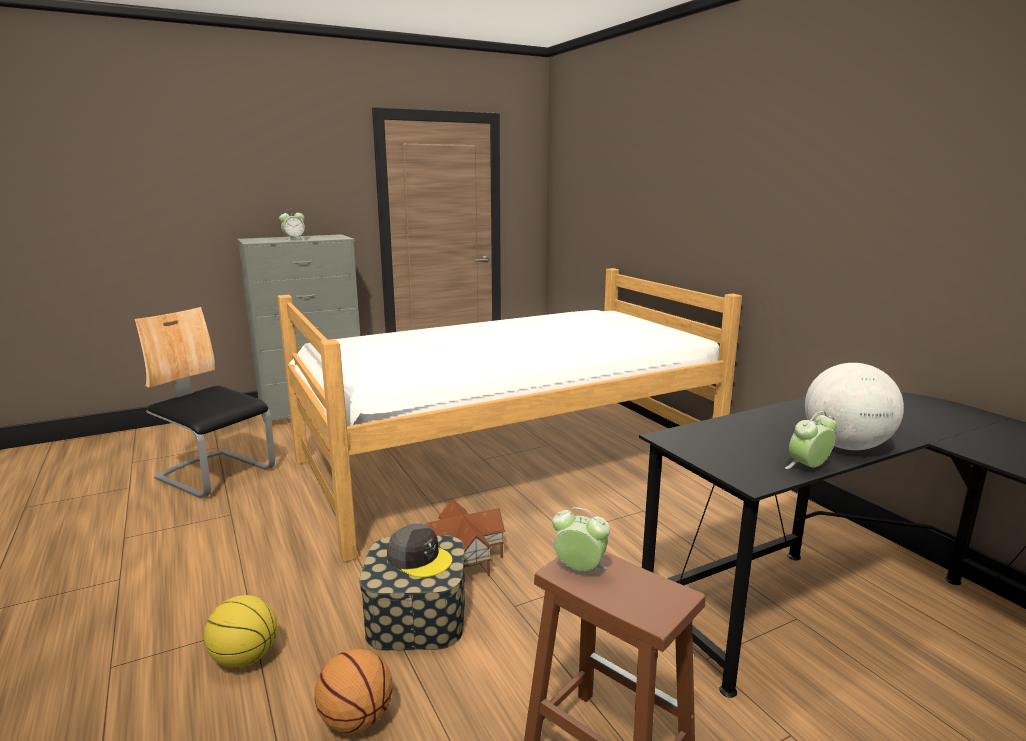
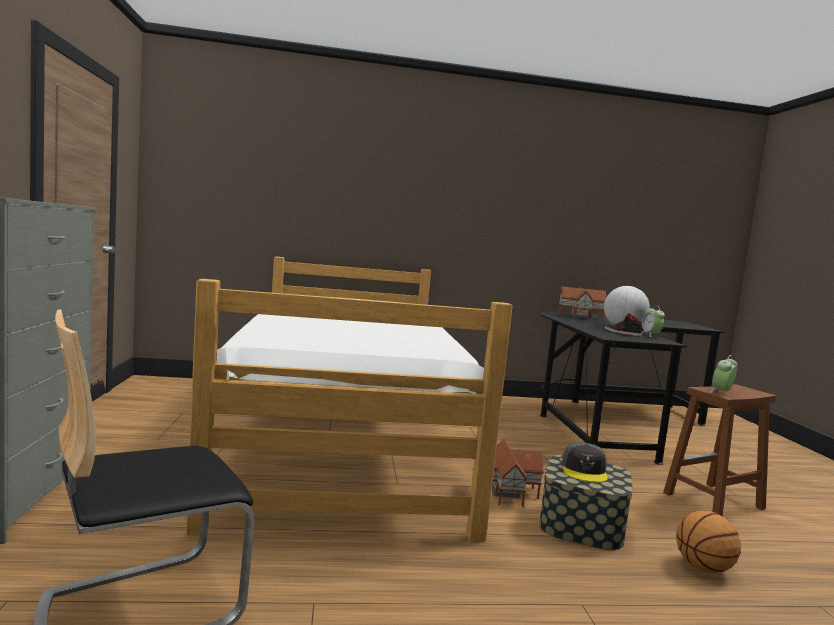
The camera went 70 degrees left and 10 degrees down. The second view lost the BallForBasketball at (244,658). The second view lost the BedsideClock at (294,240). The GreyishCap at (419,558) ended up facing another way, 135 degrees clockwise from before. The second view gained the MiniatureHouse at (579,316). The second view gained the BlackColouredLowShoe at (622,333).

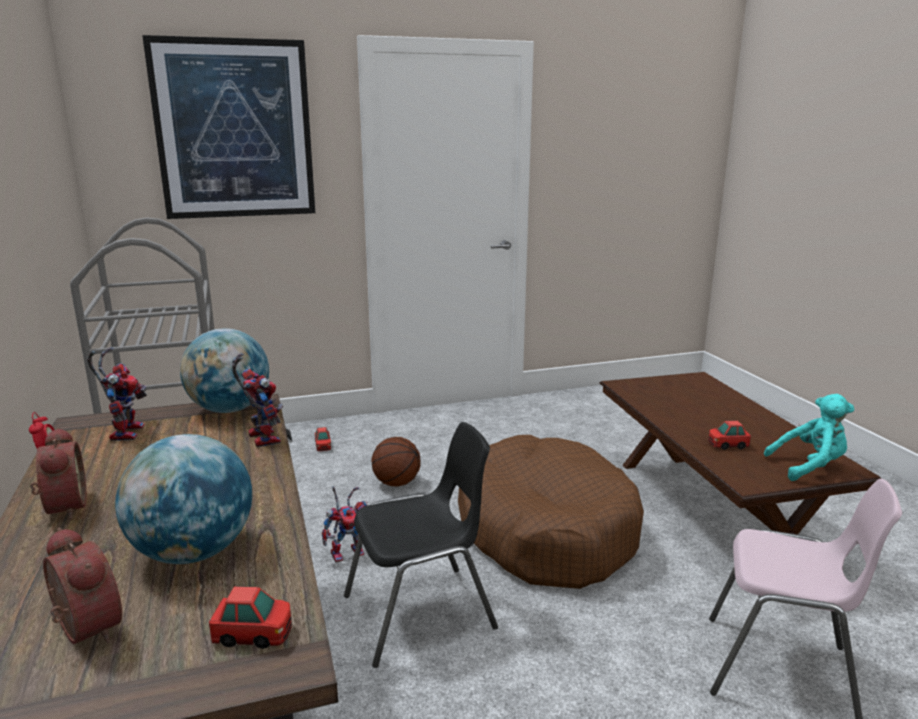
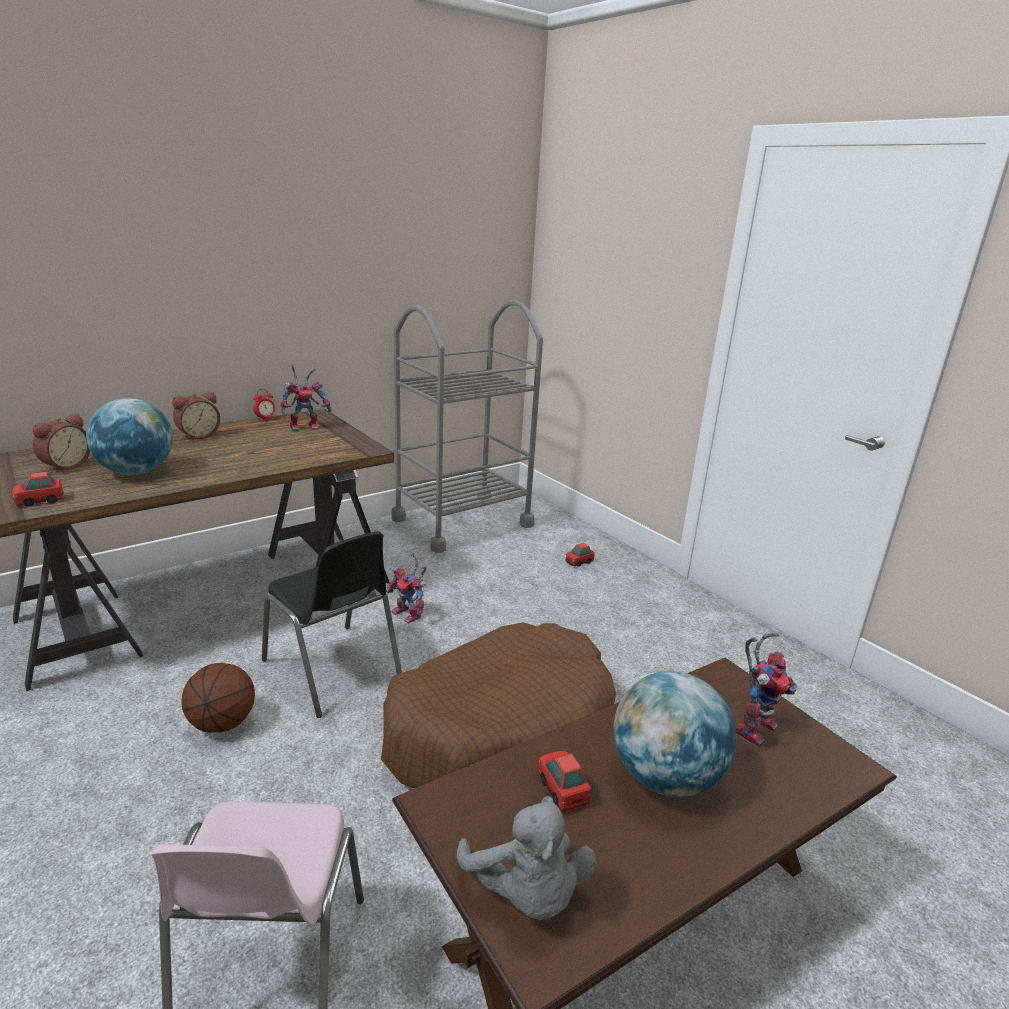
The camera went 70 degrees right and 5 degrees up. The second view lost the WallArt at (234,130). The DeskGlobe ended up elsewhere, having gone from (229,409) to (664,777). The MiniatureCar at (254,635) ended up facing another way, 75 degrees clockwise from before. The ModelRobot ended up elsewhere, having gone from (260,437) to (754,725). The BallForBasketball ended up elsewhere, having gone from (396,483) to (222,723). What was the TurquoisePlushToy at (809,467) turned into the GreyishPlushToy at (526,893).

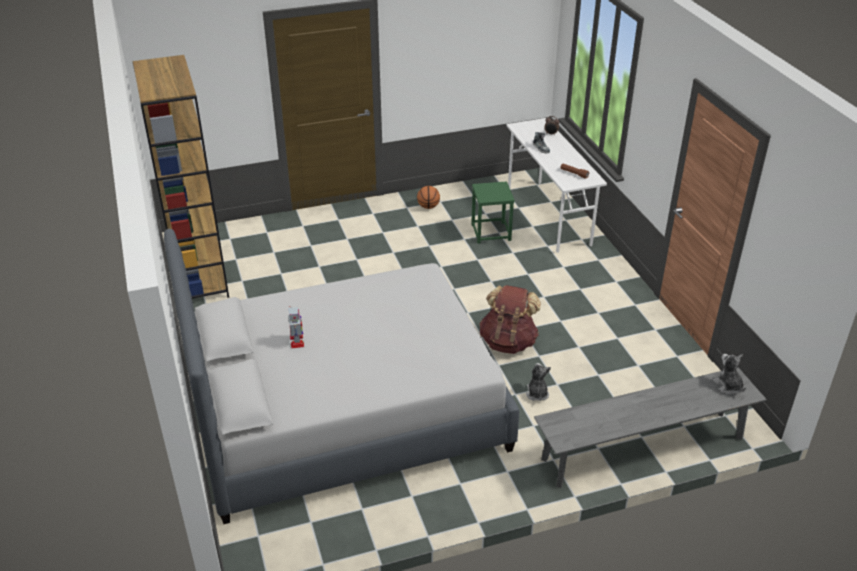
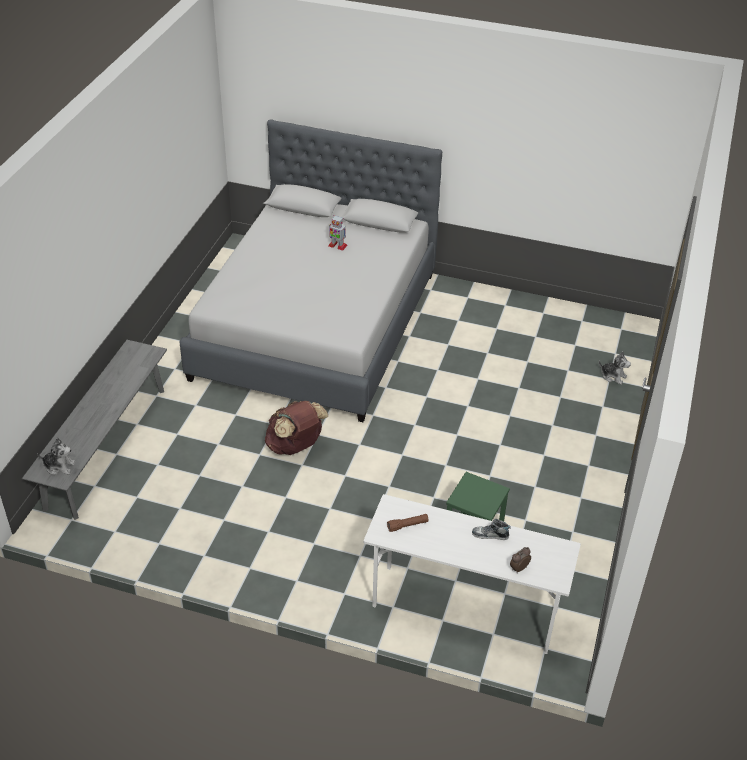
The camera went 125 degrees right and 5 degrees up. The second view lost the BrownishBookcase at (199,275). The second view lost the BallForBasketball at (428,207). The PlushToy ended up elsewhere, having gone from (537,394) to (613,376).

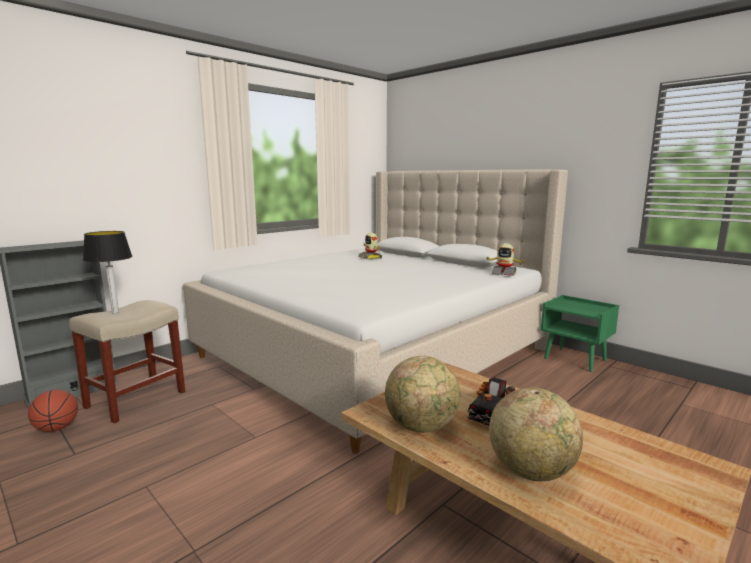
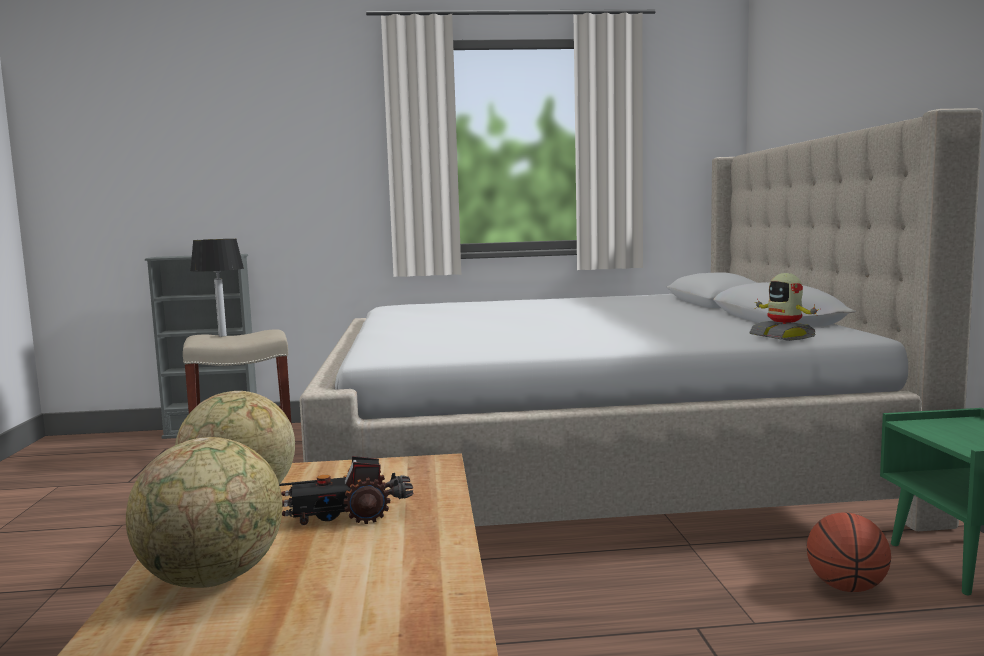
The camera went 40 degrees right and 5 degrees down. The BallForBasketball ended up elsewhere, having gone from (56,428) to (846,587). The second view lost the ModelRobot at (370,258).

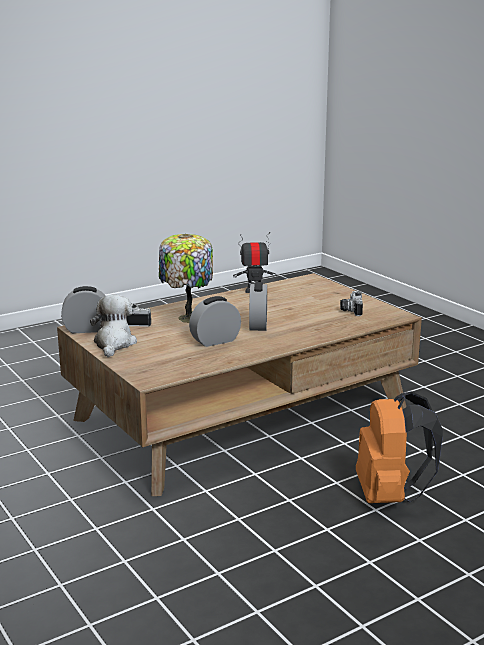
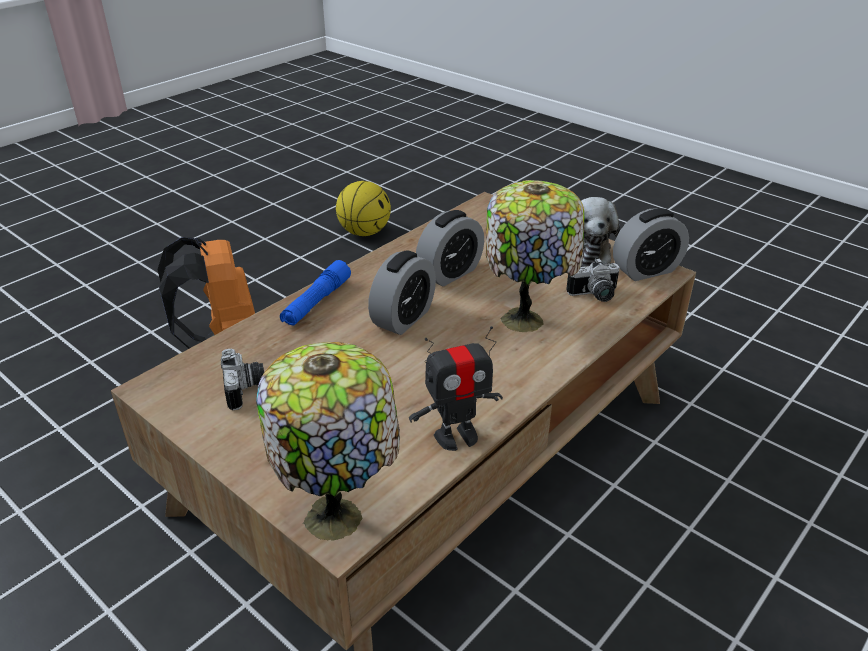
The camera went 165 degrees right and 15 degrees up. The BedsideClock at (258,325) ended up facing another way, 135 degrees counterclockwise from before. The second view gained the TableLamp at (338,516). The second view gained the BlueFlashlight at (316,302). The second view gained the BallForBasketball at (365,232).

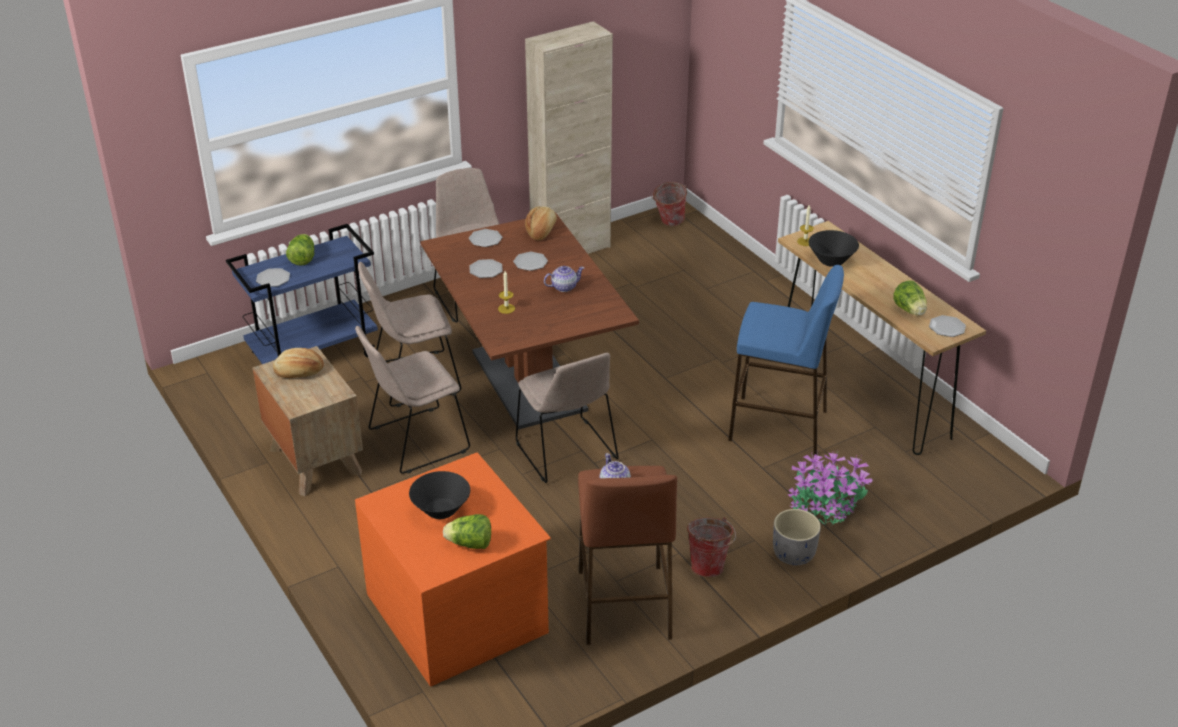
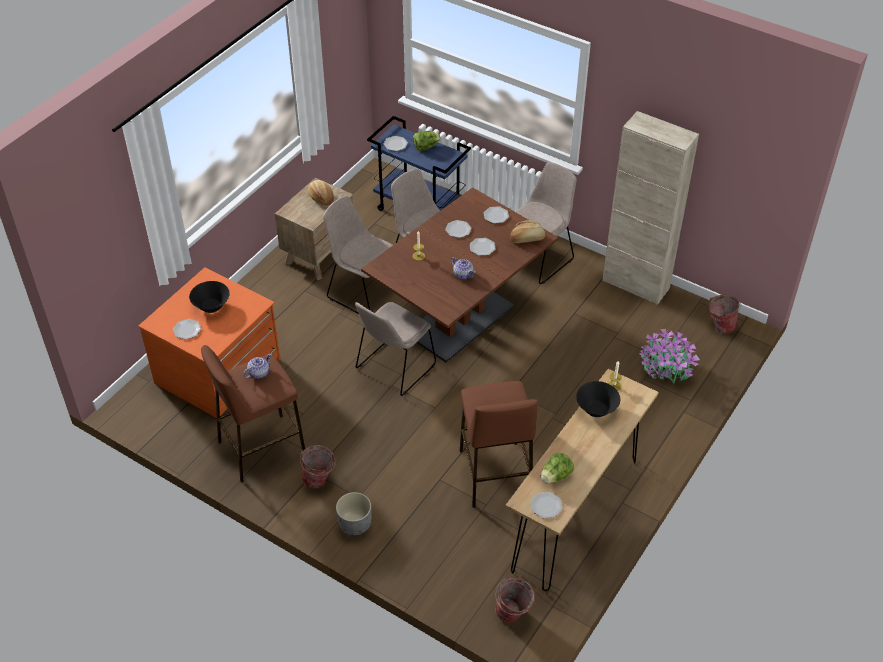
The camera went 65 degrees right and 10 degrees up. Where the Lettuce stood at (470,544), the Plate came to stand at (187,330). What was the BlueStoolSeat at (779,426) turned into the BrownishStoolSeat at (495,475). The PlantInAPot ended up elsewhere, having gone from (826,506) to (666,369). The second view gained the WaterBucket at (513,615).

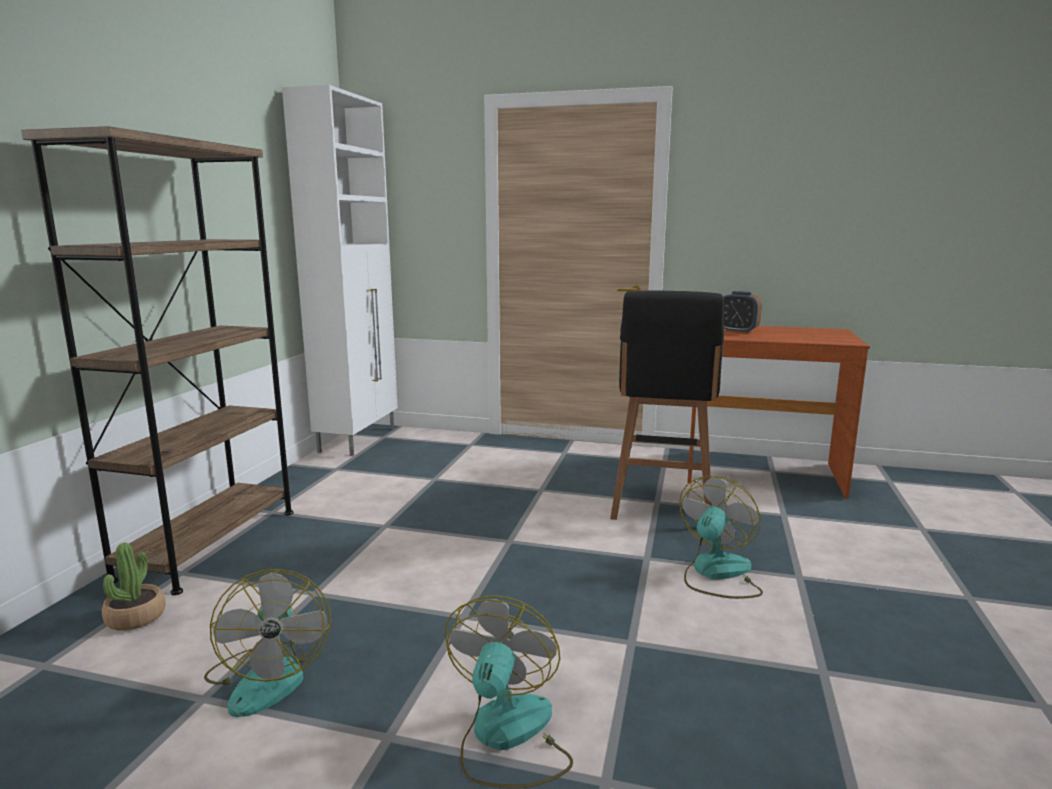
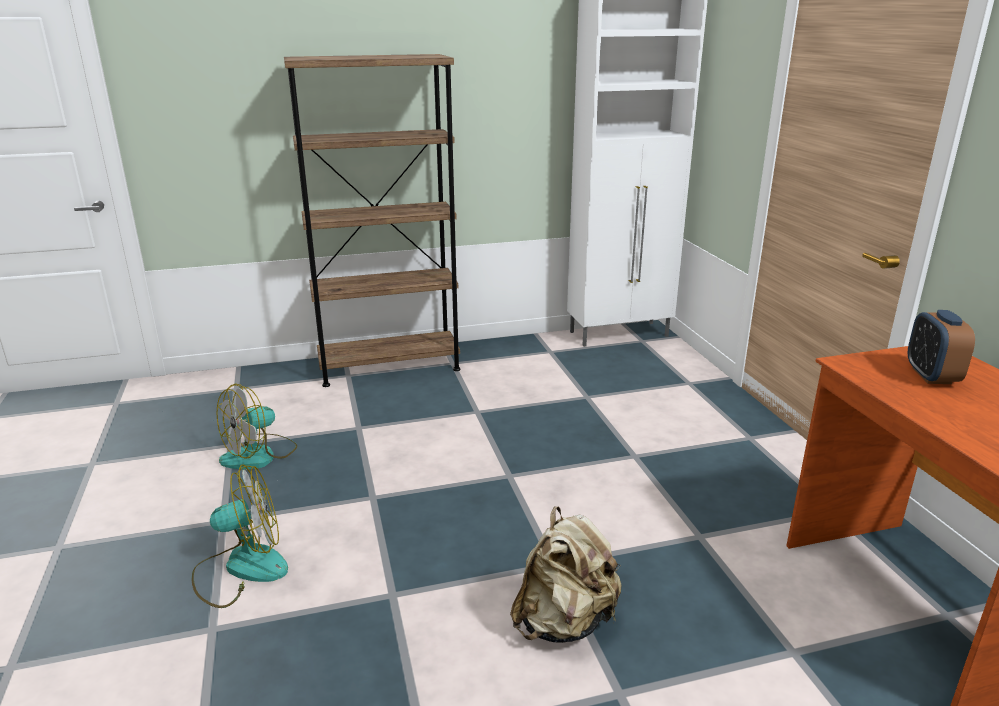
The camera went 60 degrees right and 10 degrees up. The second view lost the PlantInAPot at (135,617). The second view lost the BlackColouredStoolSeat at (661,507). Where the CoolingFan stood at (717,574), the BeigeKnapsack came to stand at (564,622).

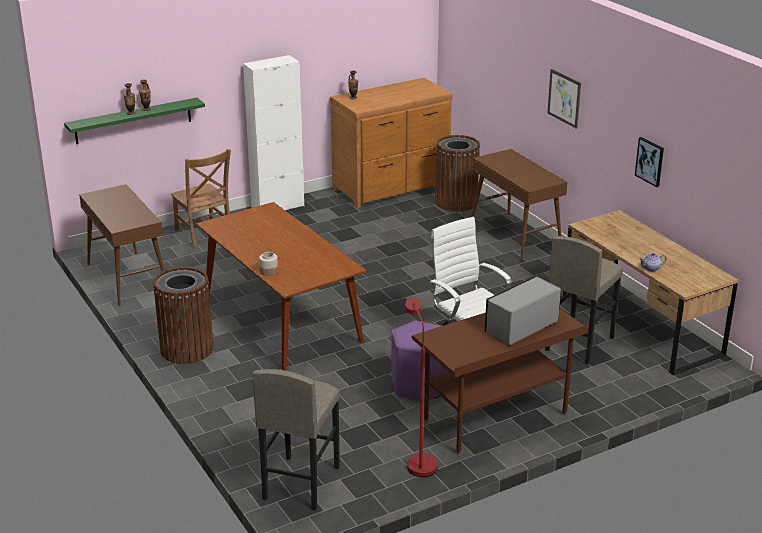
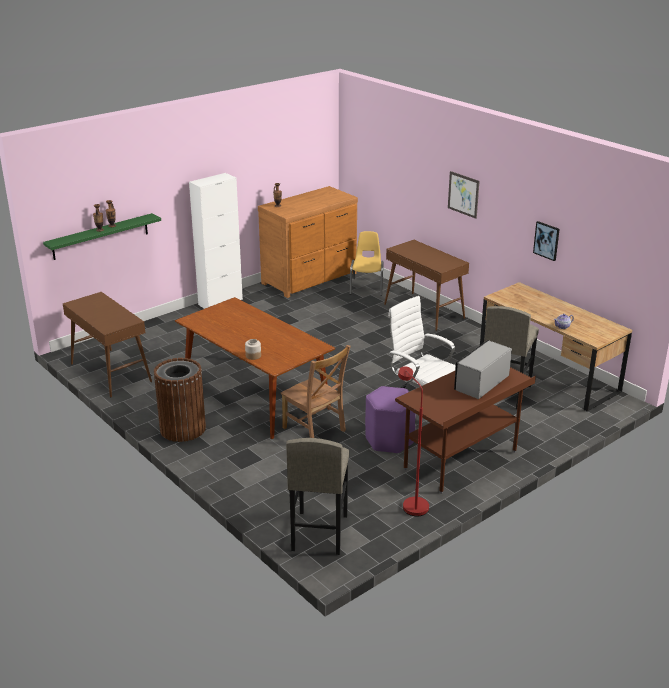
The camera went 10 degrees left and 0 degrees up. The BrownishChair ended up elsewhere, having gone from (204,234) to (315,430). Where the BrownishWasteBin stood at (456,202), the YellowishChair came to stand at (367,287).

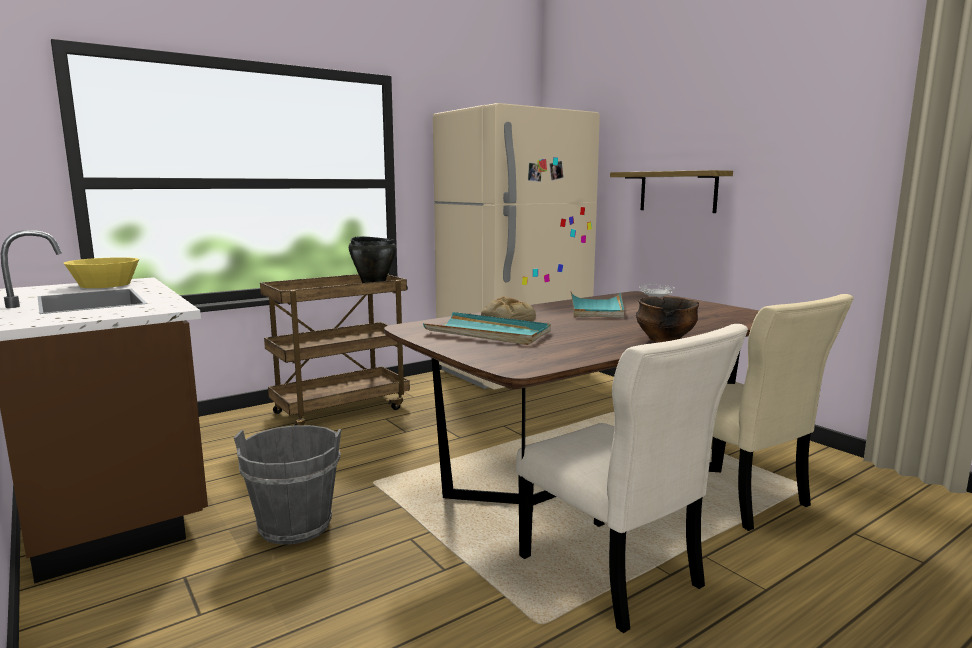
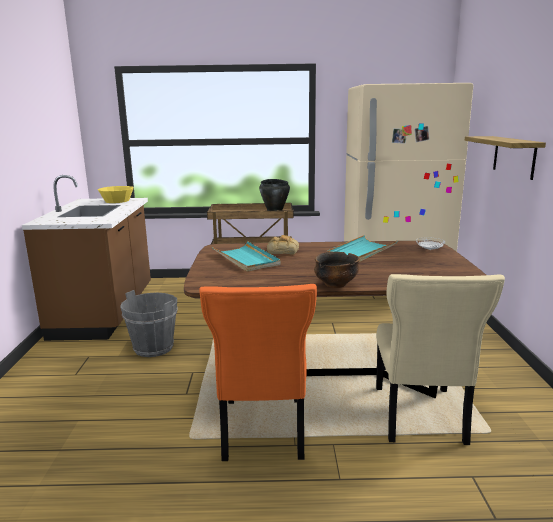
The camera went 35 degrees right and 5 degrees up. What was the BeigeChair at (614,575) turned into the OrangeChair at (262,431).

